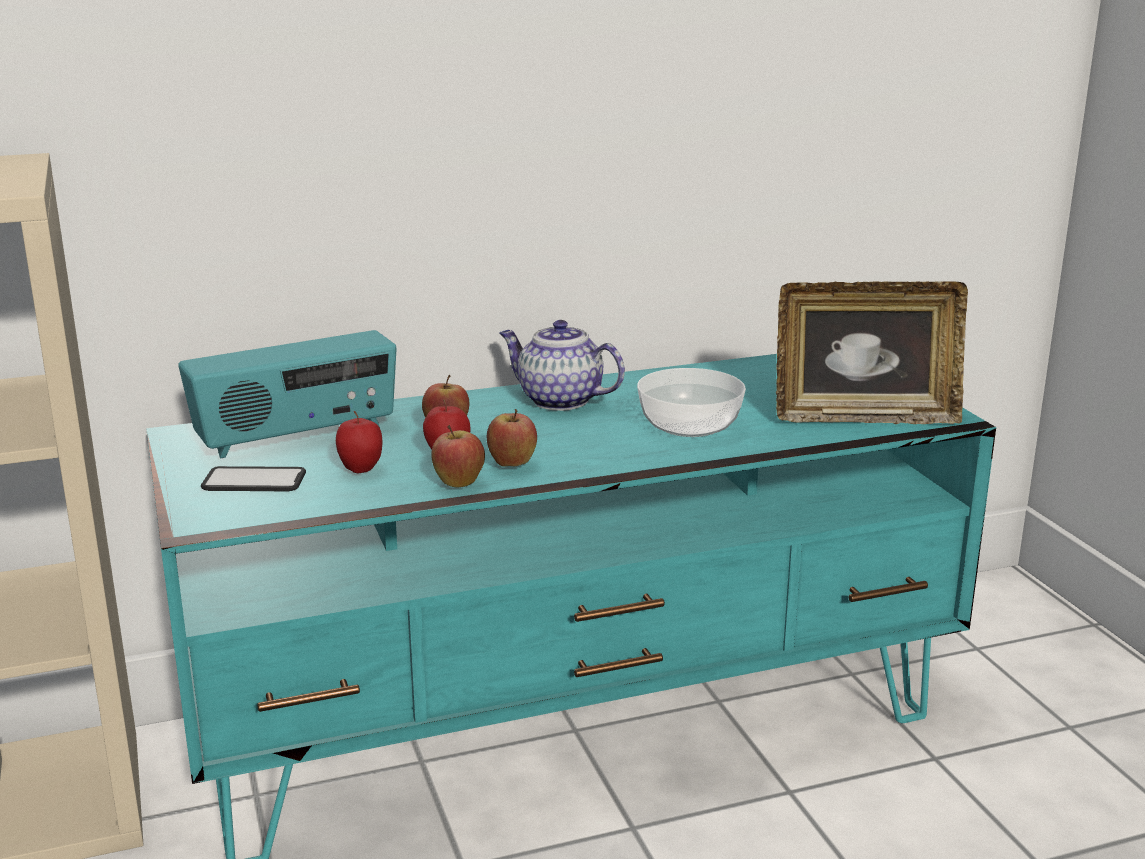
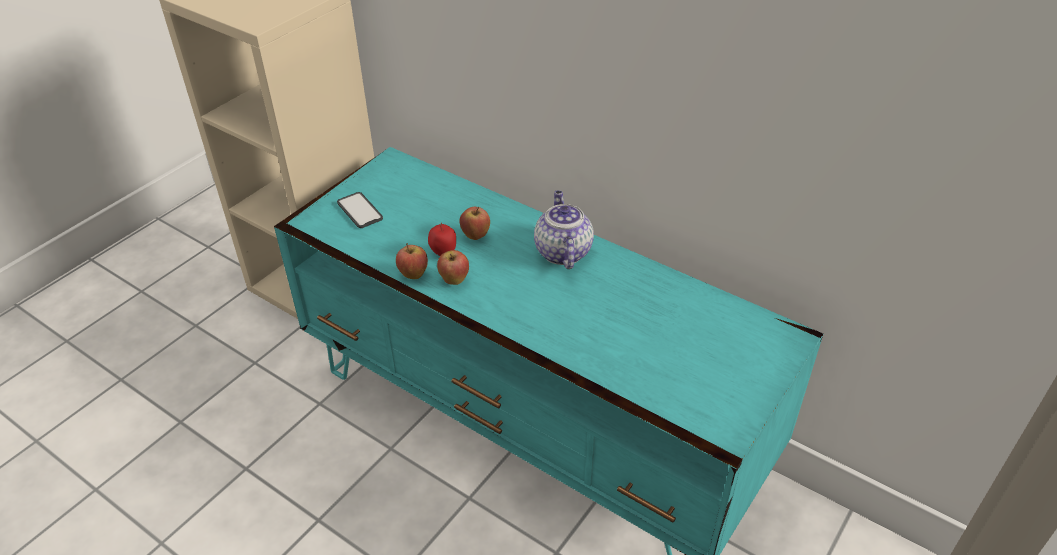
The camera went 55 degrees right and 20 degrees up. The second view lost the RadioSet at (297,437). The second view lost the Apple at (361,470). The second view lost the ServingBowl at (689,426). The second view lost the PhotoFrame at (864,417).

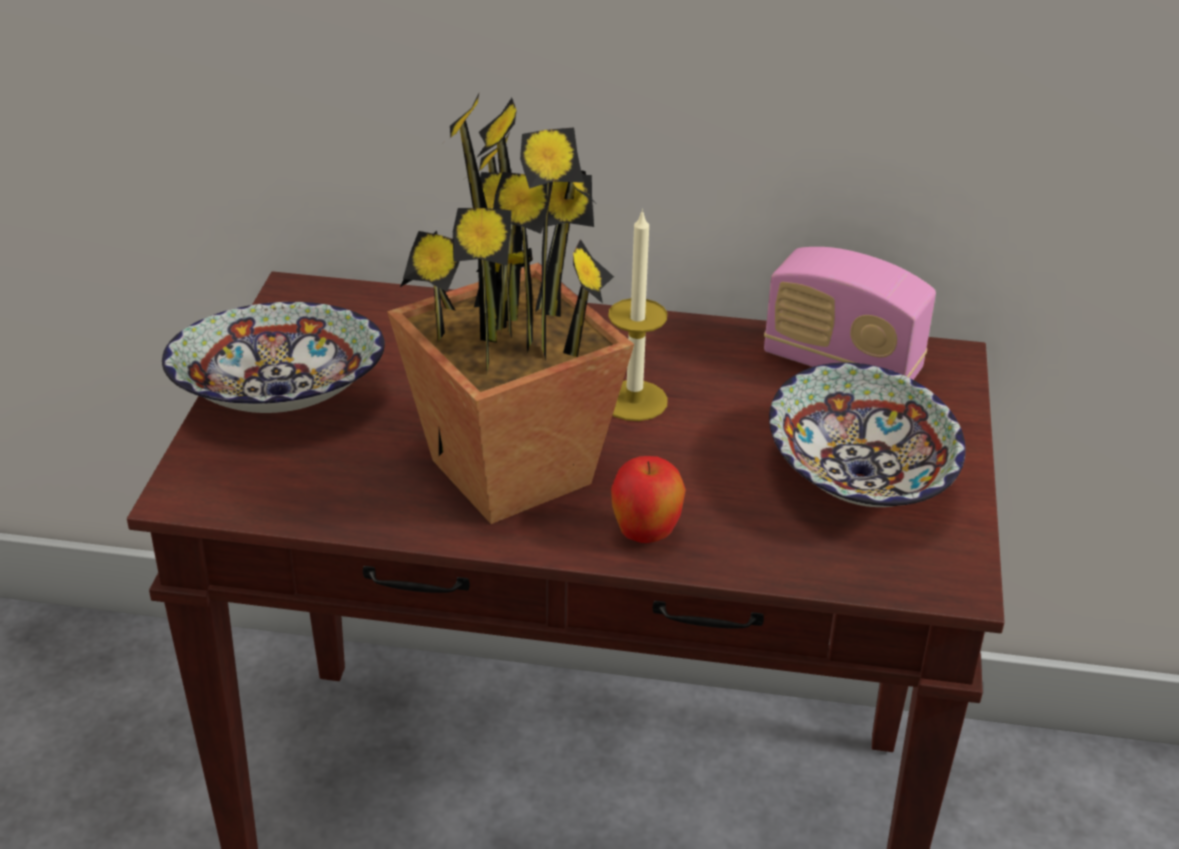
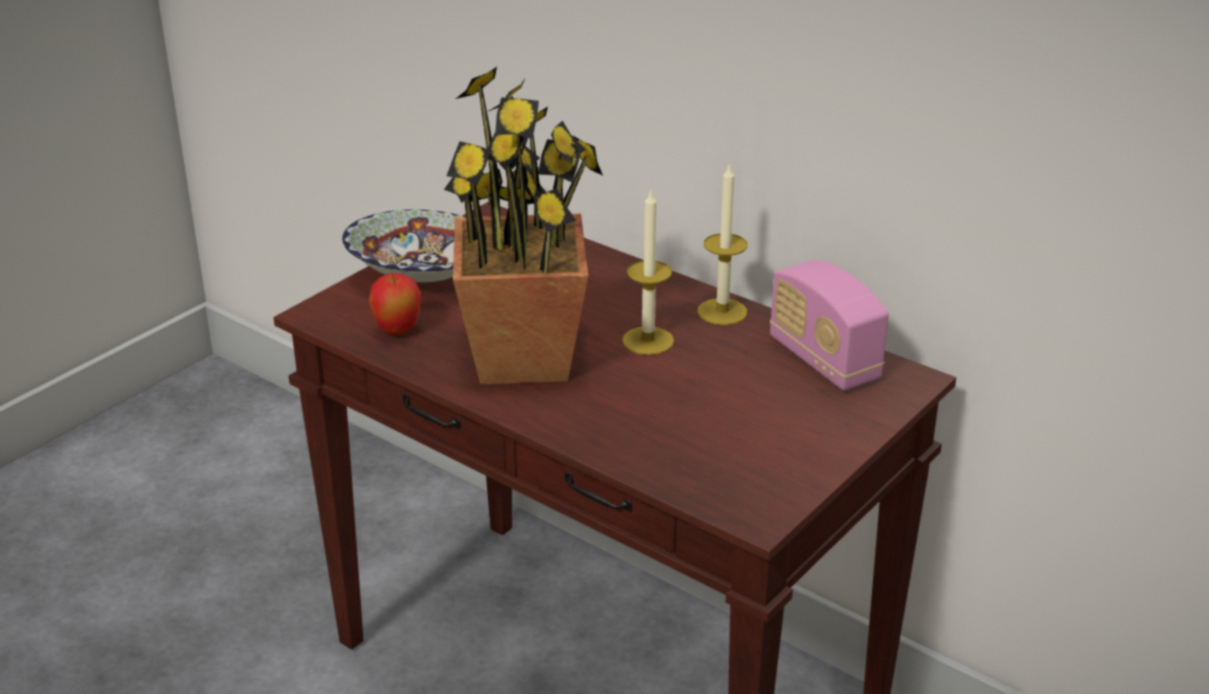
The camera went 30 degrees right and 5 degrees down. The Apple ended up elsewhere, having gone from (645,535) to (397,331). The second view lost the ServingBowl at (861,479). The second view gained the WaxCandle at (722,312).

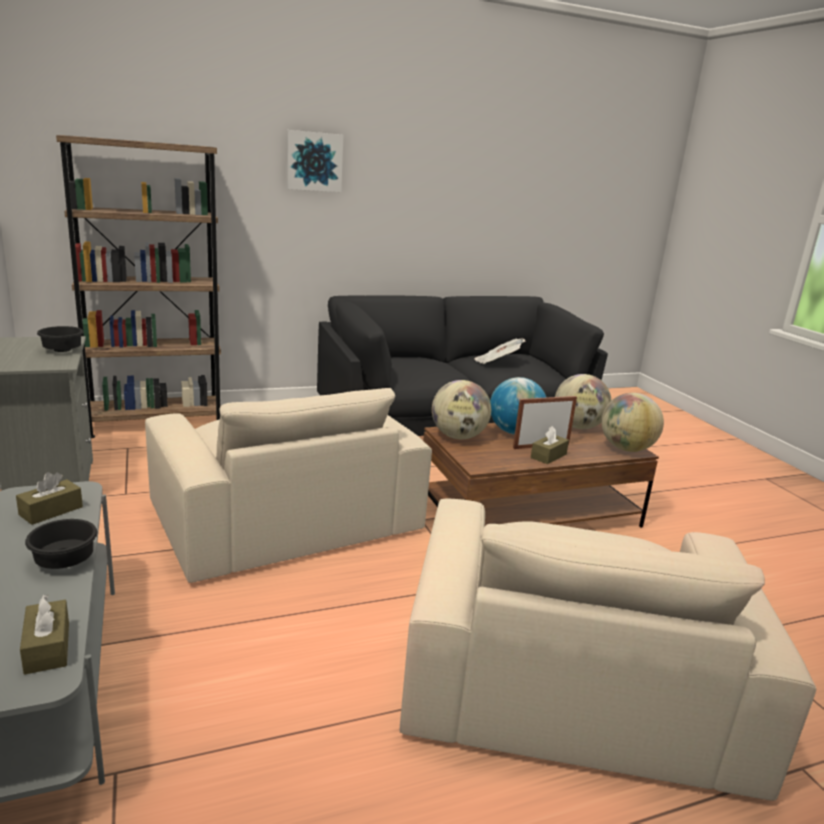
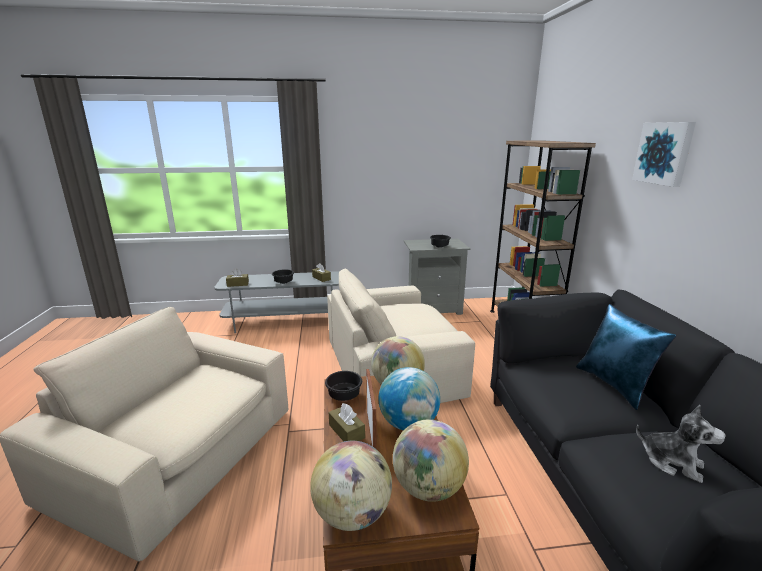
The camera went 105 degrees right and 0 degrees up. Where the PrintedPaper stood at (497,363), the PlushToy came to stand at (672,462). The second view gained the BlackColouredServingBowl at (343,395). The second view gained the BluePillow at (614,385).

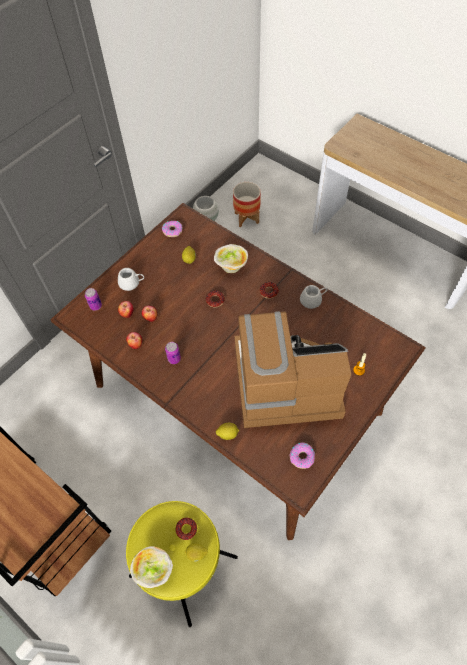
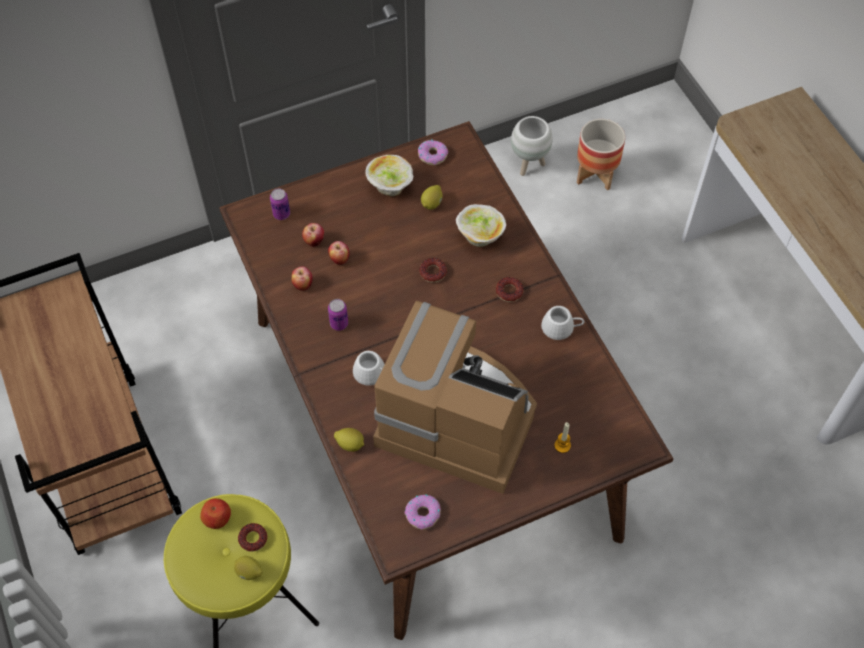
The camera went 25 degrees right and 0 degrees up. The WhitishTeaMug ended up elsewhere, having gone from (132,283) to (373,374). The ServingBowl ended up elsewhere, having gone from (154,571) to (390,188). The second view gained the Apple at (217,518).

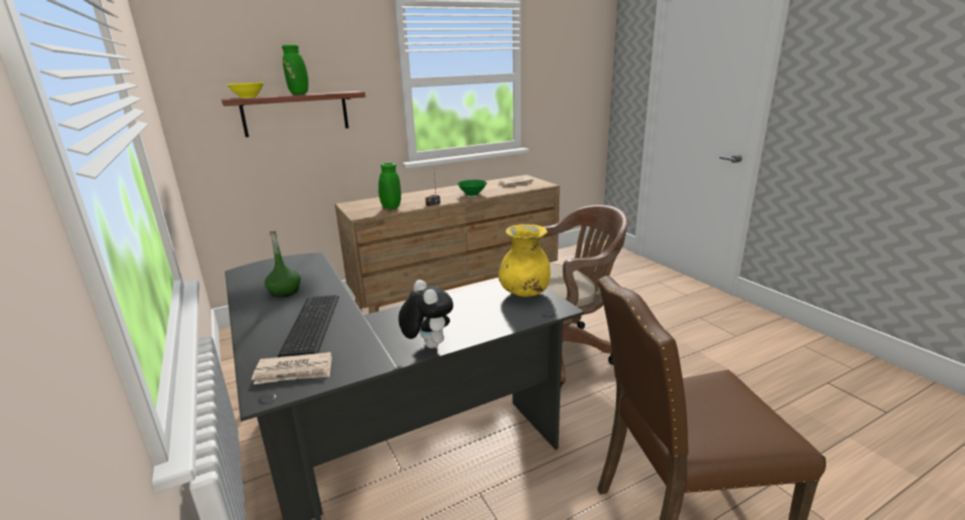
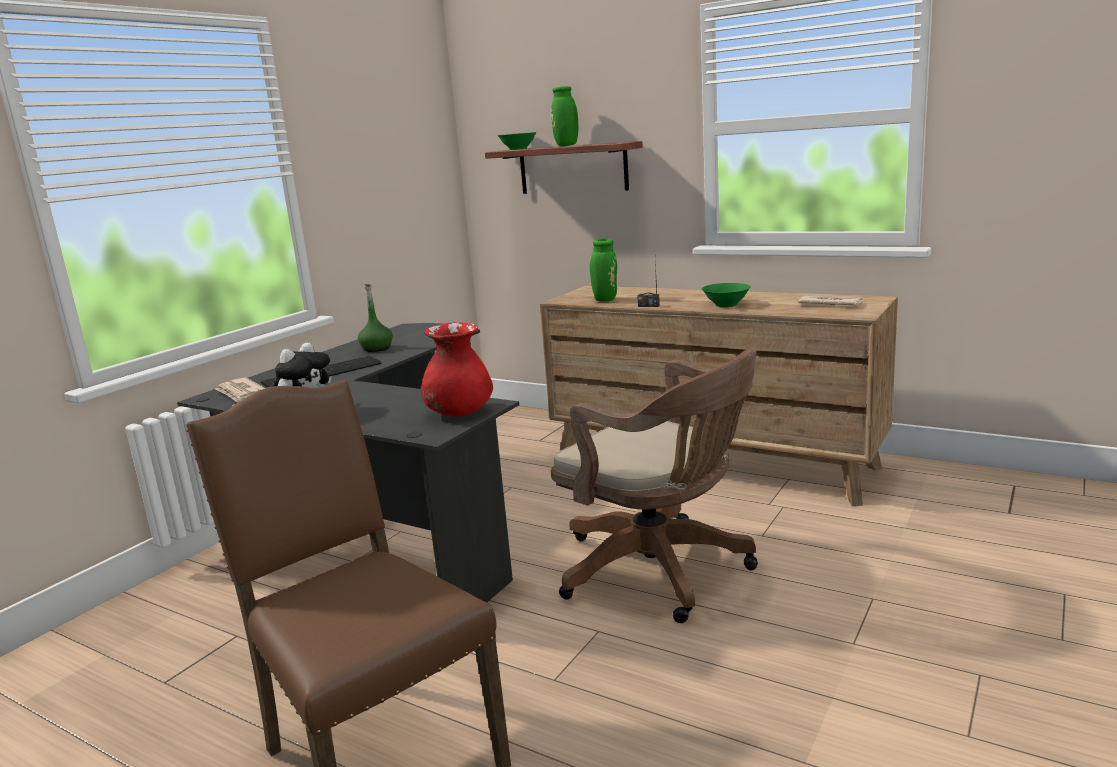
The camera went 60 degrees right and 5 degrees down. What was the YellowishServingBowl at (248,97) turned into the GreenServingBowl at (518,149). What was the YellowishVase at (525,293) turned into the RedColouredVase at (459,413).

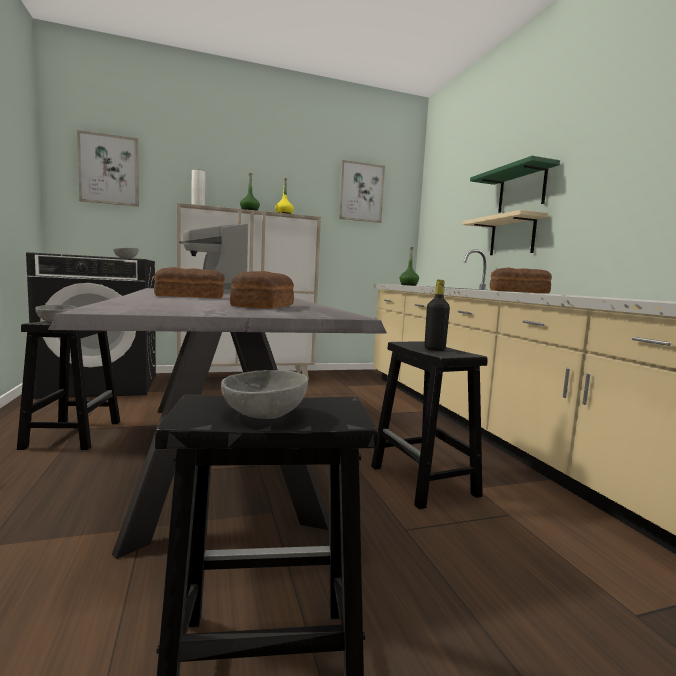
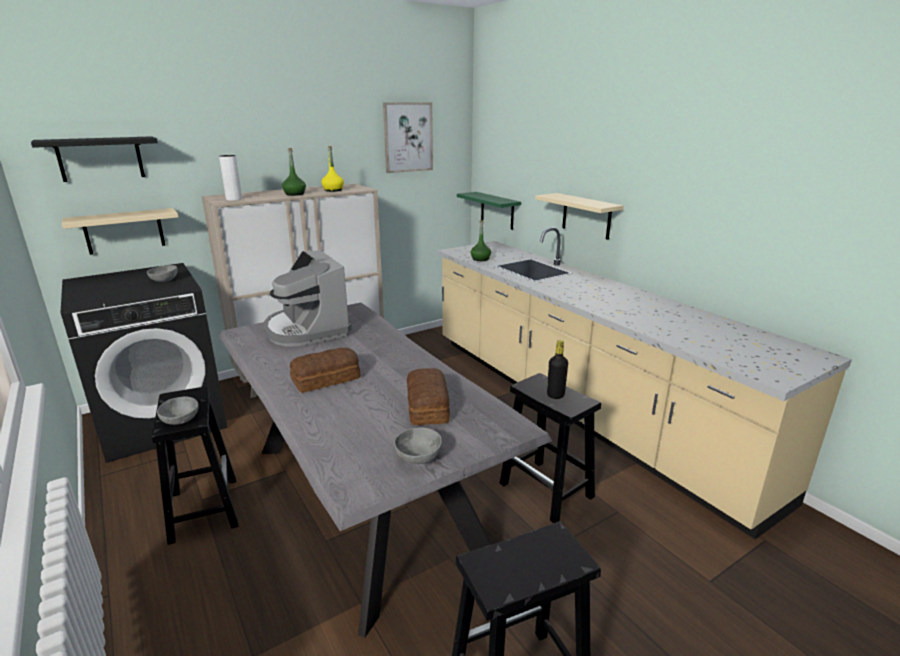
The camera went 15 degrees left and 15 degrees up. Where the WallArt hung at (109,170), the BlackColouredWallShelf came to hang at (100,158). The GreyishServingBowl ended up elsewhere, having gone from (263,414) to (418,458). The GreenWallShelf ended up elsewhere, having gone from (522,190) to (497,210). The second view lost the BakeryBread at (519,292). The second view gained the BeigeWallShelf at (124,231).

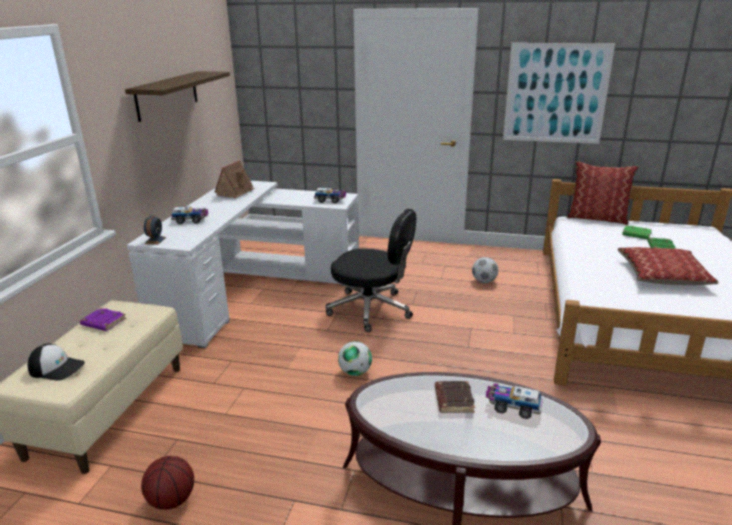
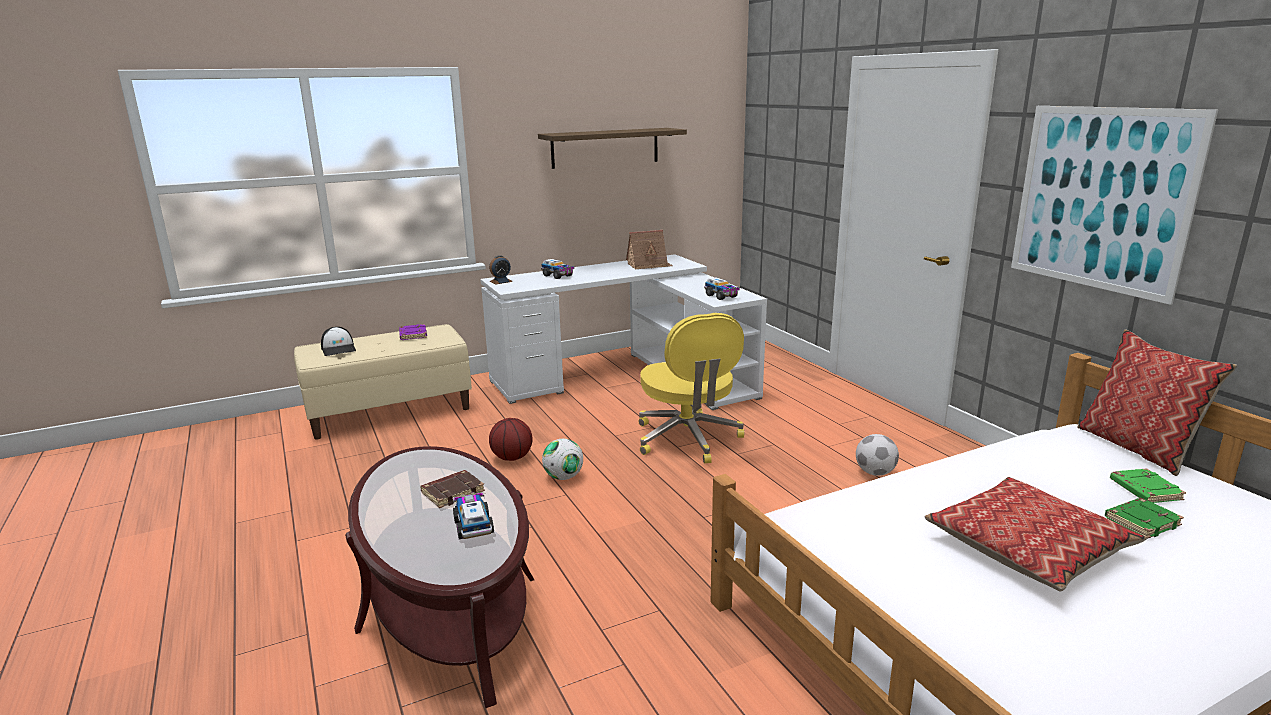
The camera went 50 degrees right and 5 degrees down. The BallForBasketball ended up elsewhere, having gone from (172,500) to (512,458). What was the BlackColouredOfficeChair at (371,310) turned into the YellowishOfficeChair at (688,439).

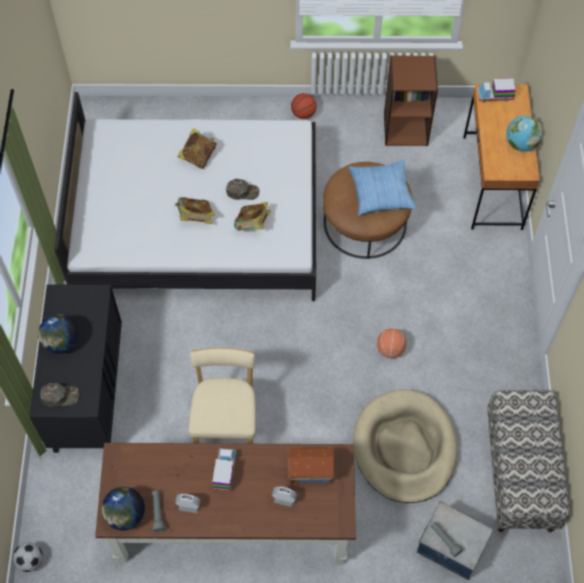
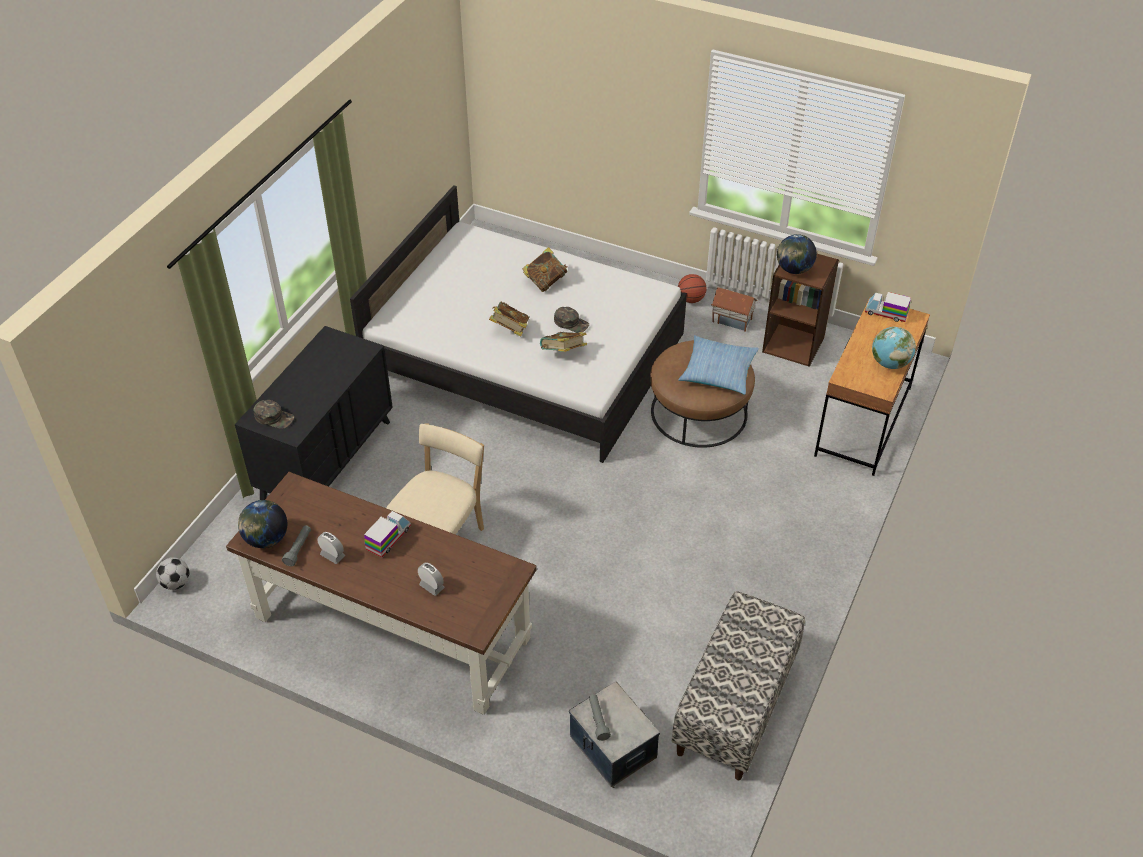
The camera went 25 degrees right and 15 degrees down. The DeskGlobe ended up elsewhere, having gone from (62,342) to (794,270). The MiniatureHouse ended up elsewhere, having gone from (310,471) to (732,319). The second view lost the BeigeDogCushion at (404,448). The second view lost the BallForBasketball at (390,350).

